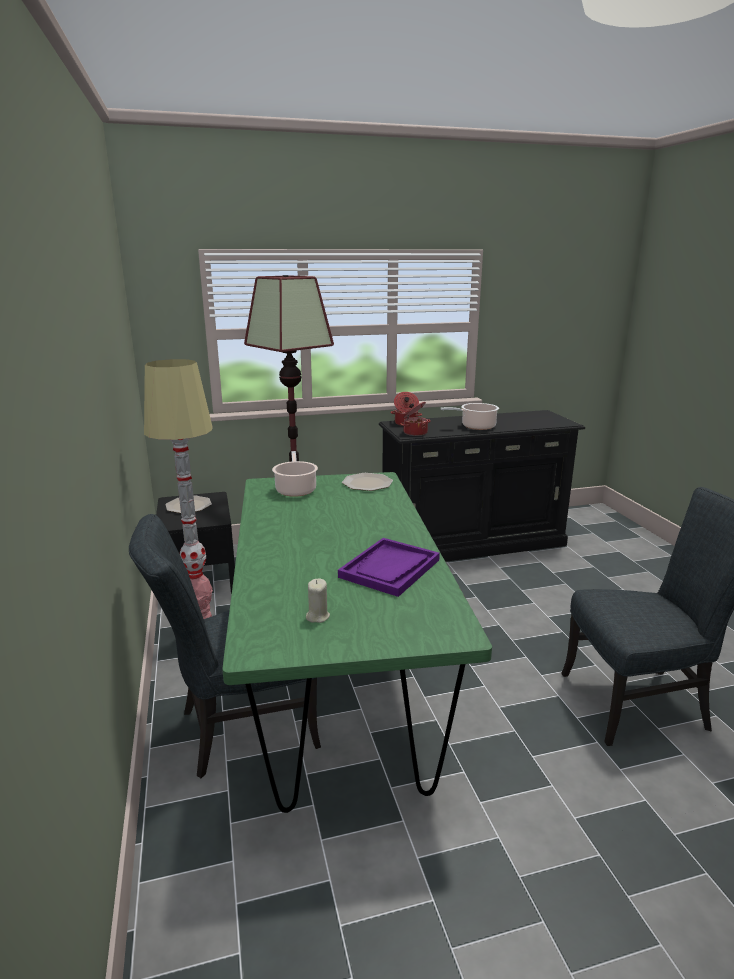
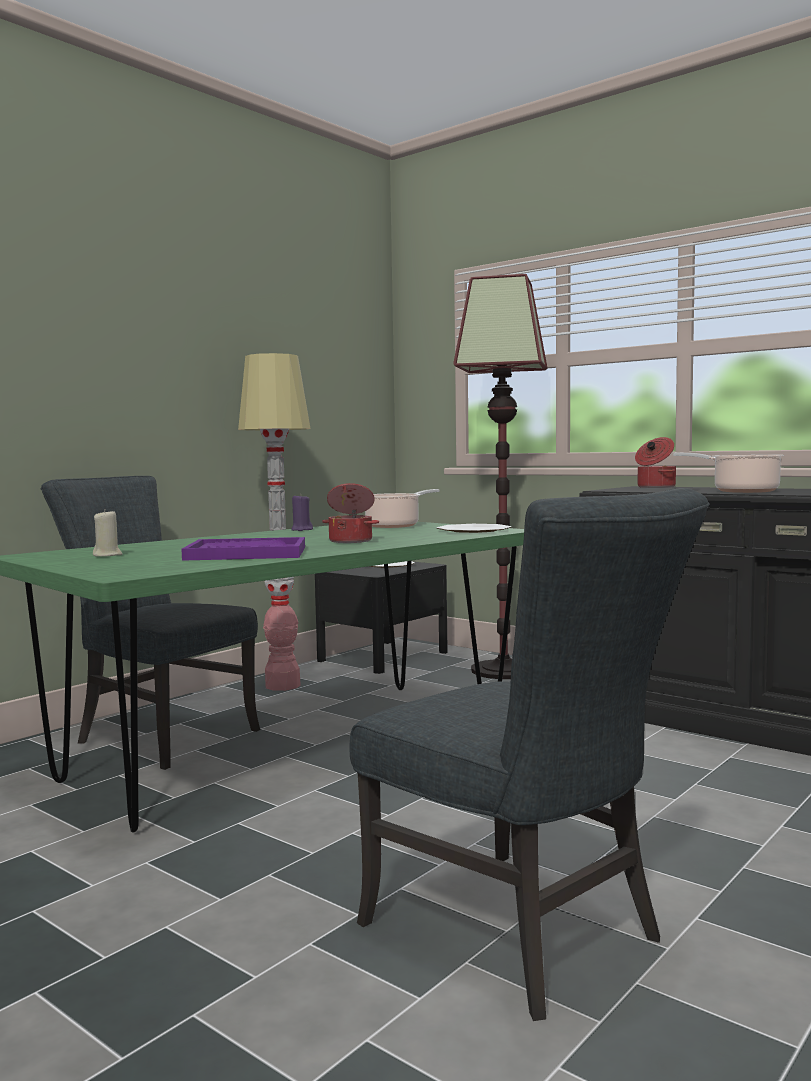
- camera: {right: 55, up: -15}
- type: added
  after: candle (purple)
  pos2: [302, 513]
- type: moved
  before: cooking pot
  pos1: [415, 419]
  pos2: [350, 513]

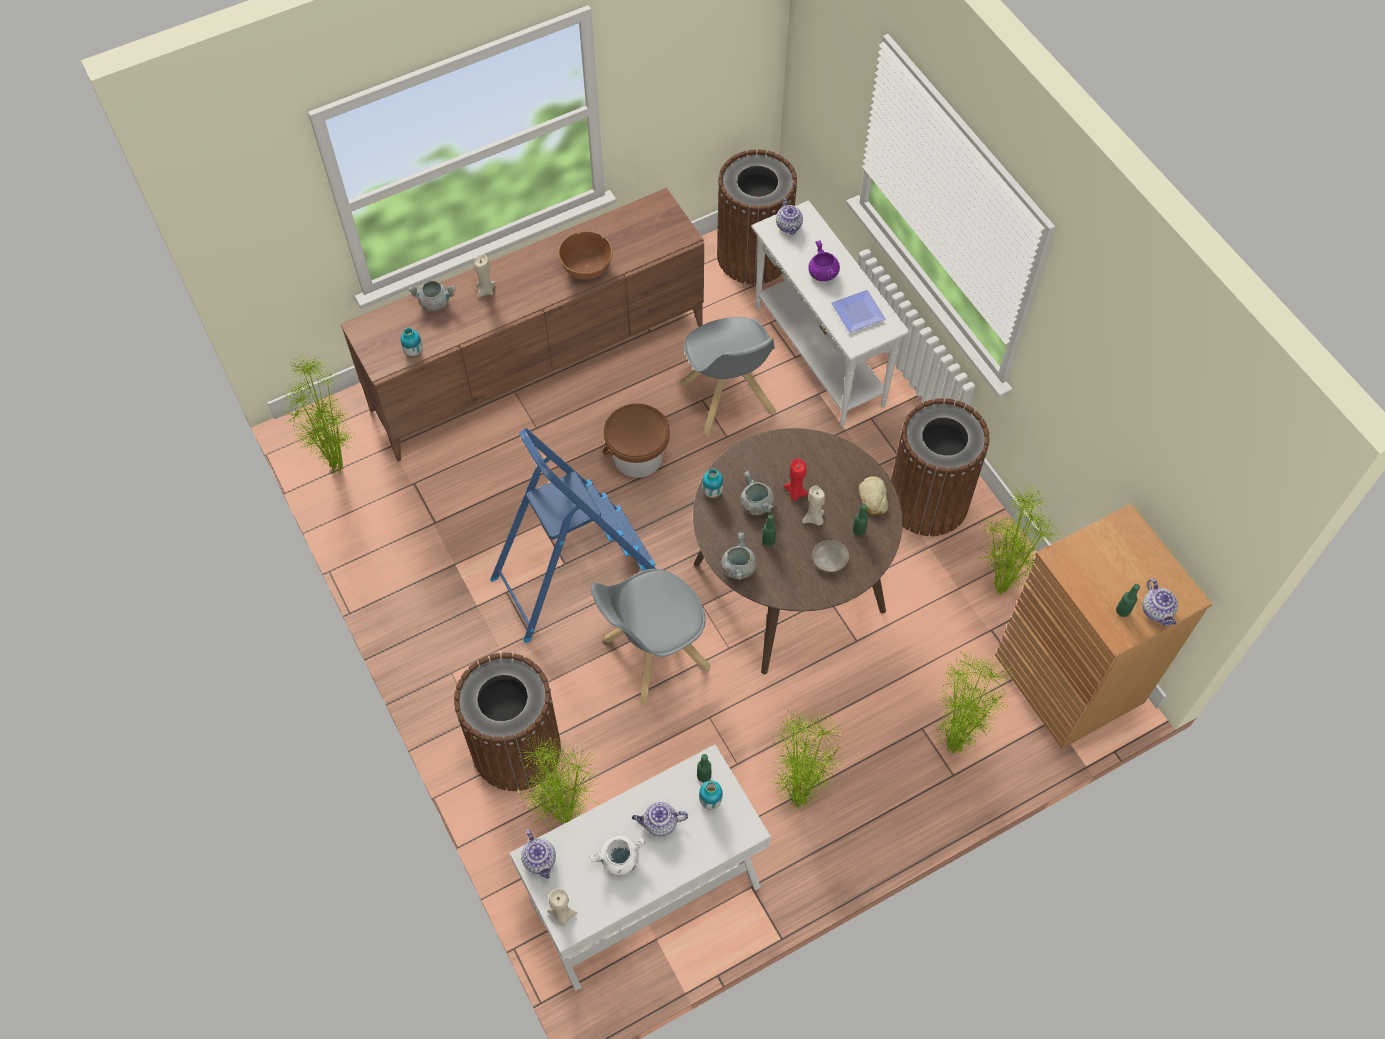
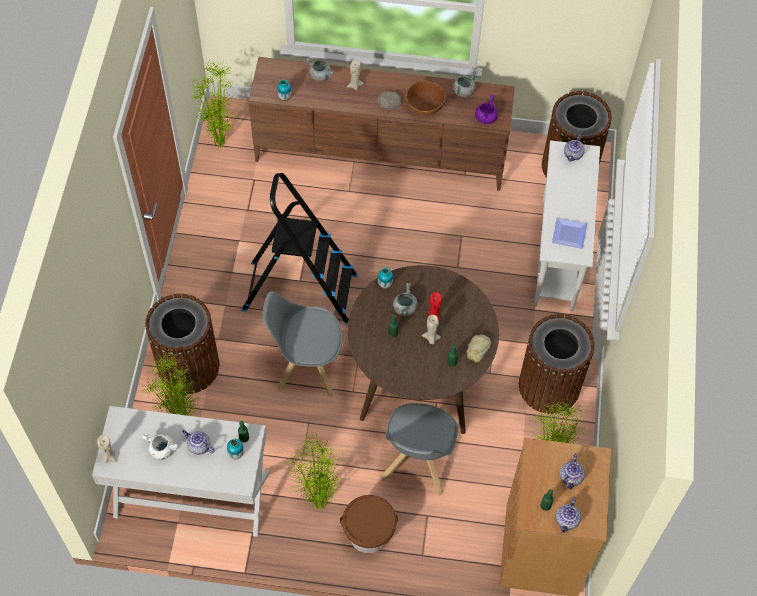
- camera: {right: 35, up: 0}
- type: recoloured
  before: step ladder (blue)
  after: step ladder (black)
  pos1: [573, 535]
  pos2: [299, 248]
- type: moved
  before: bucket (brown)
  pos1: [636, 441]
  pos2: [369, 524]
- type: moved
  before: plate (beige)
  pos1: [830, 556]
  pos2: [389, 100]
- type: moved
  before: chair (grey)
  pos1: [728, 377]
  pos2: [419, 449]
- type: moved
  before: cooking pot (grey)
  pos1: [739, 556]
  pos2: [465, 84]
- type: moved
  before: cooking pot (purple)
  pos1: [824, 260]
  pos2: [486, 109]
- type: moved
  before: teapot
  pos1: [538, 854]
  pos2: [572, 471]
- type: removed
  before: potted plant
  pos1: [972, 702]

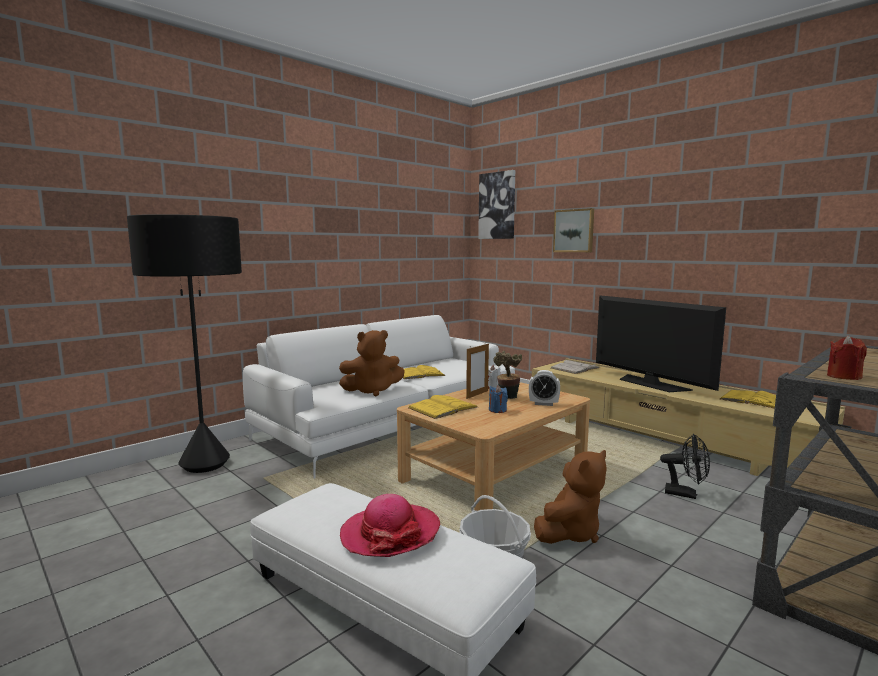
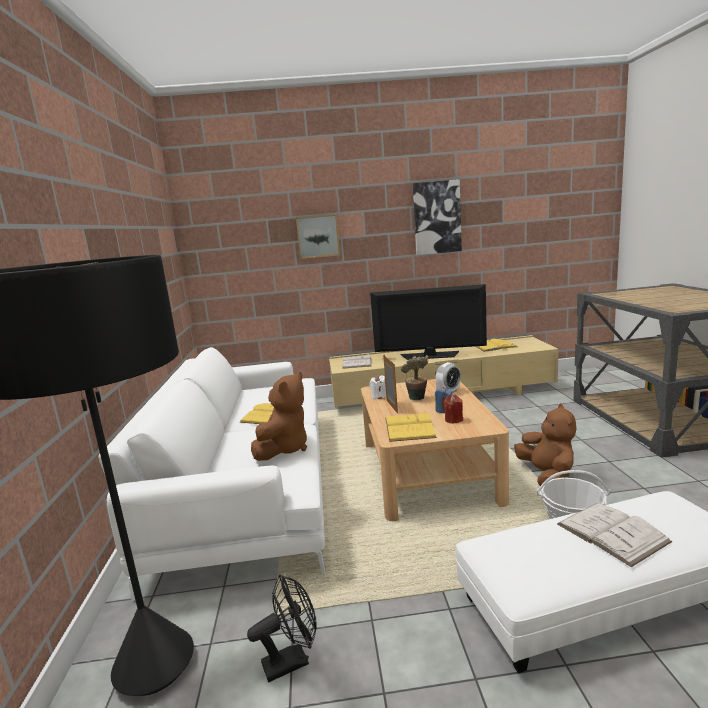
- camera: {right: -50, up: 5}
- type: moved
  before: fan (black)
  pos1: [685, 466]
  pos2: [282, 628]
- type: moved
  before: picture
  pos1: [496, 204]
  pos2: [437, 217]
- type: moved
  before: candle (red)
  pos1: [847, 357]
  pos2: [453, 409]
- type: replaced
  before: hat
  after: book (white)
  pos1: [390, 525]
  pos2: [614, 535]

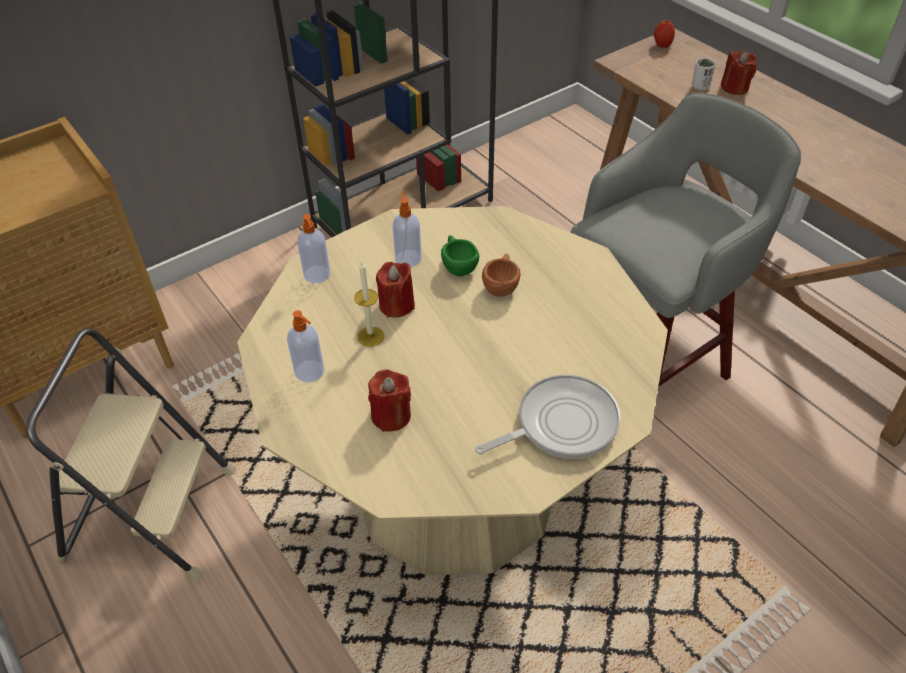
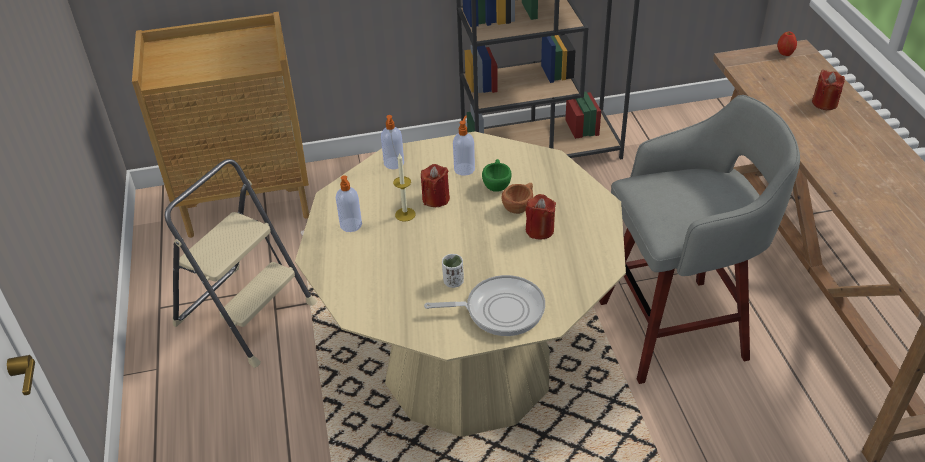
- camera: {right: 25, up: -5}
- type: moved
  before: cup (white)
  pos1: [703, 74]
  pos2: [453, 271]
- type: moved
  before: candle (red)
  pos1: [389, 401]
  pos2: [540, 217]

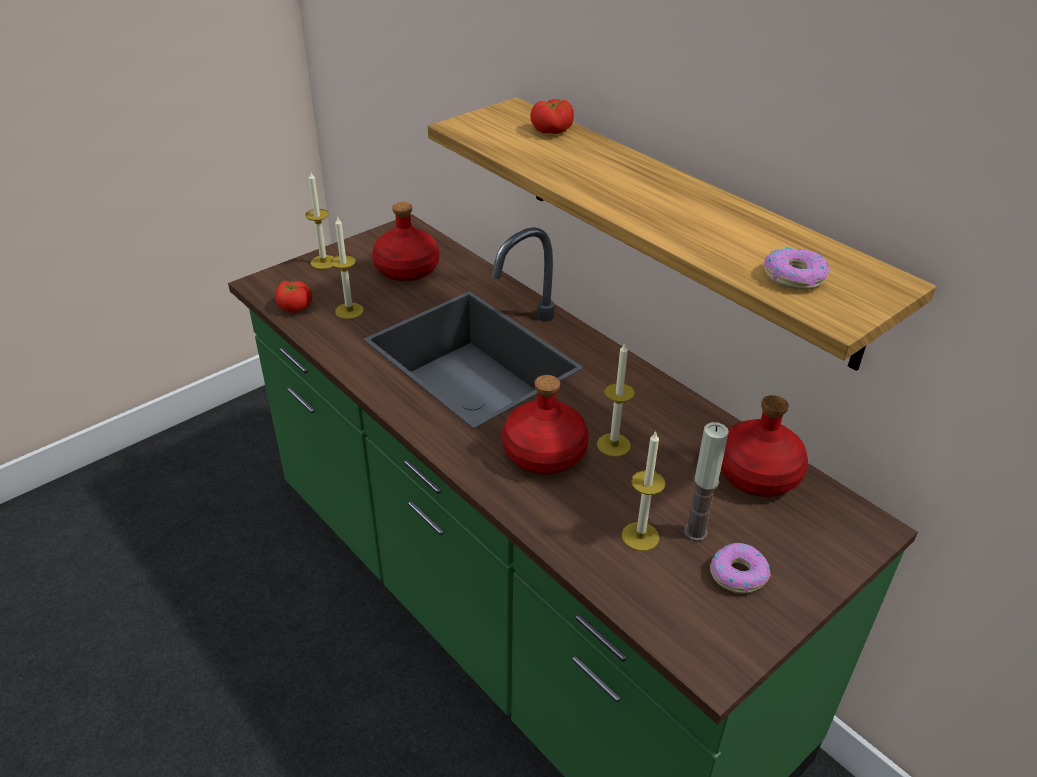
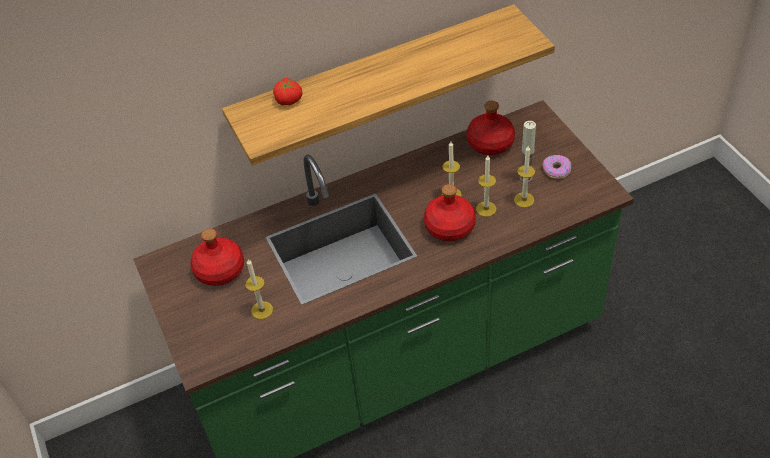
- camera: {right: -70, up: 10}
- type: moved
  before: candle
  pos1: [319, 220]
  pos2: [486, 186]
- type: removed
  before: tomato
  pos1: [293, 296]
- type: removed
  before: donut
  pos1: [796, 268]

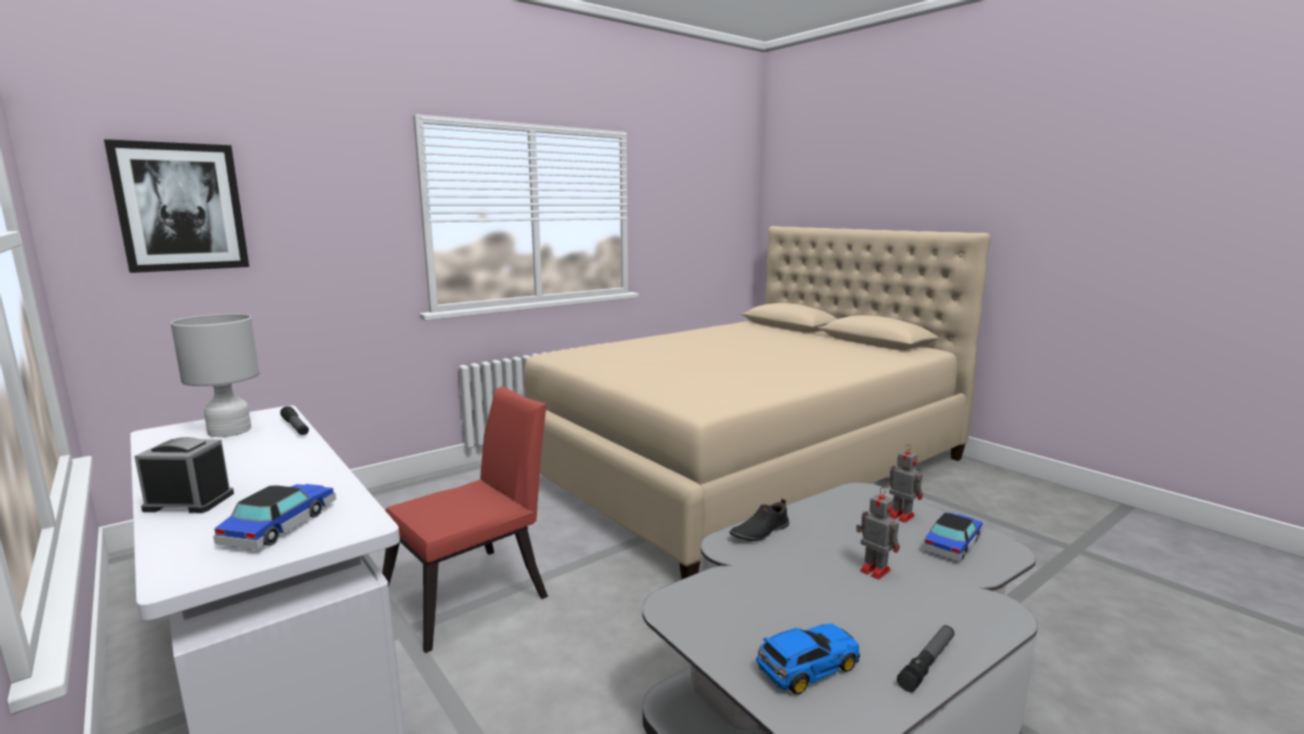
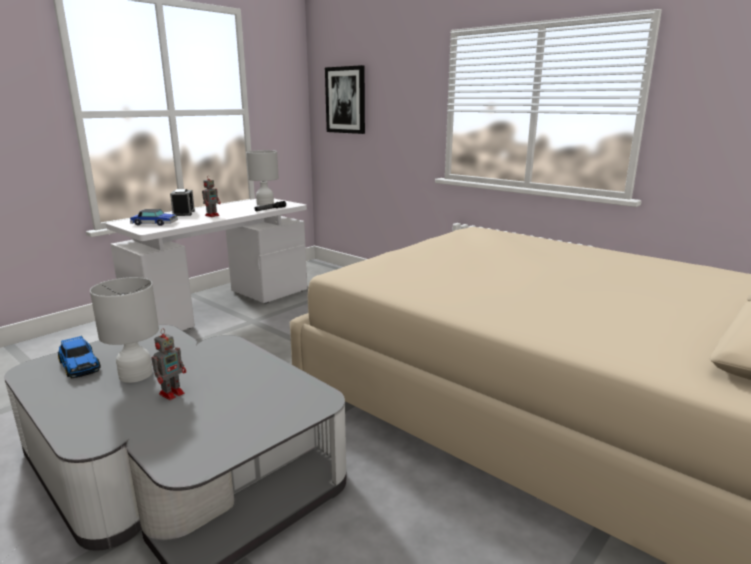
- camera: {right: 80, up: 5}
- type: added
  after: table lamp (grey)
  pos2: [124, 330]
- type: moved
  before: toy robot
  pos1: [904, 483]
  pos2: [211, 196]
- type: removed
  before: chair (red)
  pos1: [465, 519]
- type: removed
  before: shoe (black)
  pos1: [759, 520]
- type: removed
  before: flashlight
  pos1: [925, 658]
- type: removed
  before: toy car
  pos1: [953, 537]

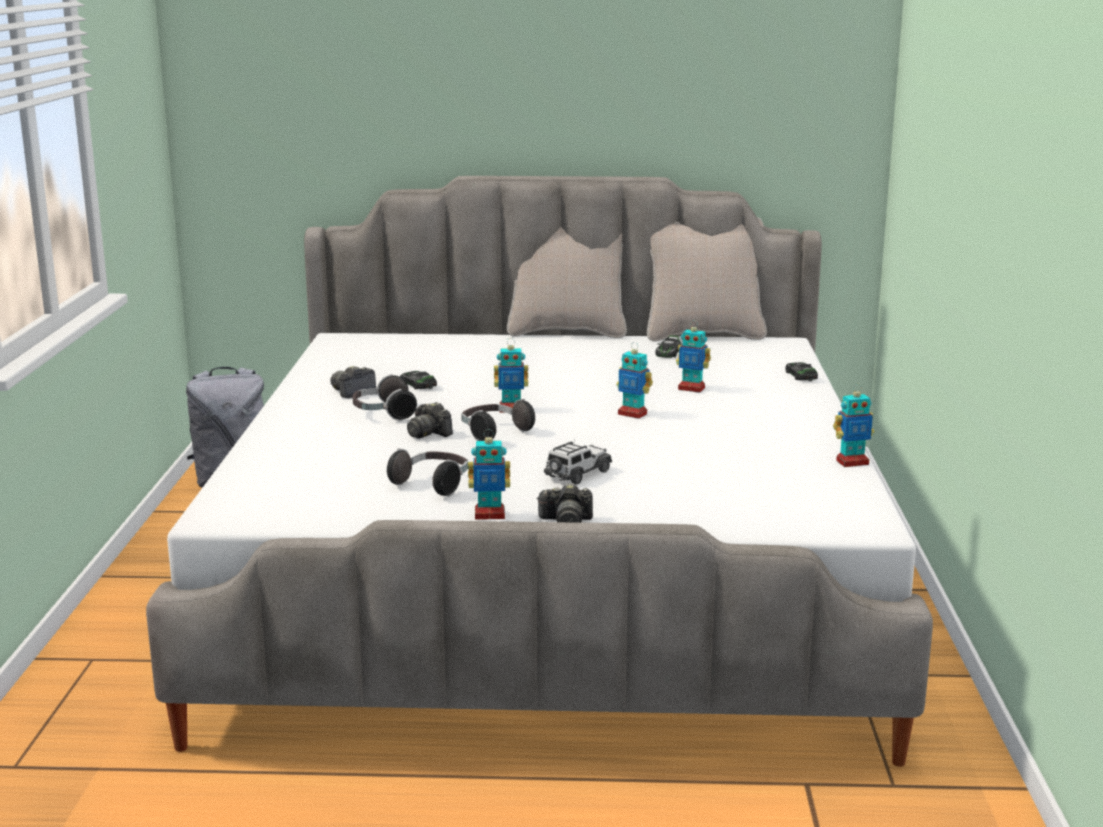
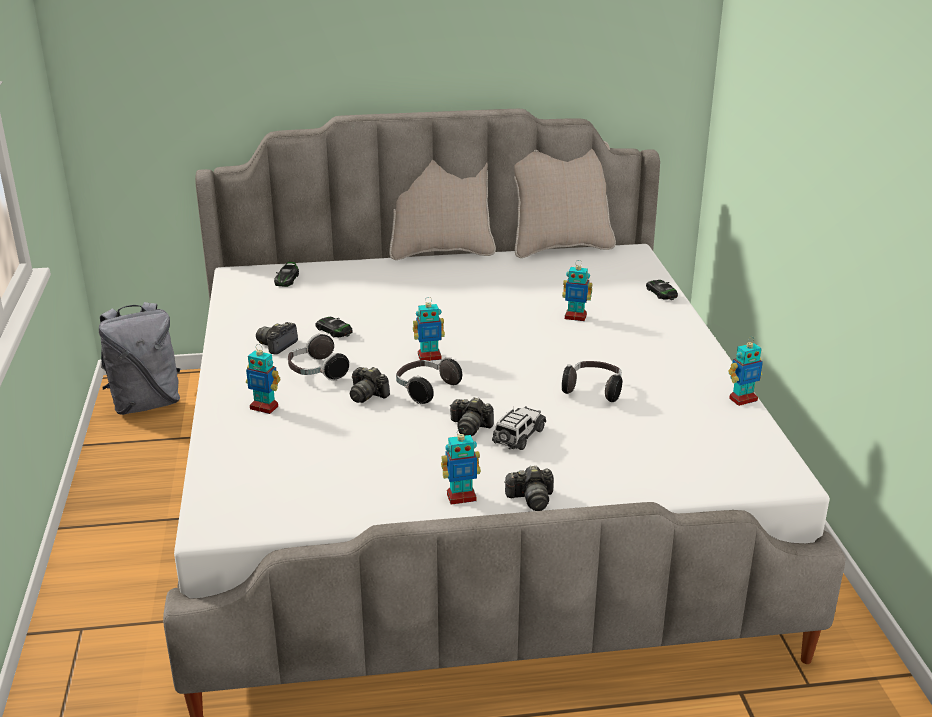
- camera: {right: -10, up: 10}
- type: moved
  before: toy robot
  pos1: [634, 380]
  pos2: [263, 379]
- type: moved
  before: toy car
  pos1: [668, 346]
  pos2: [286, 274]
- type: added
  after: photo camera
  pos2: [472, 416]
- type: moved
  before: headphones
  pos1: [427, 473]
  pos2: [592, 381]

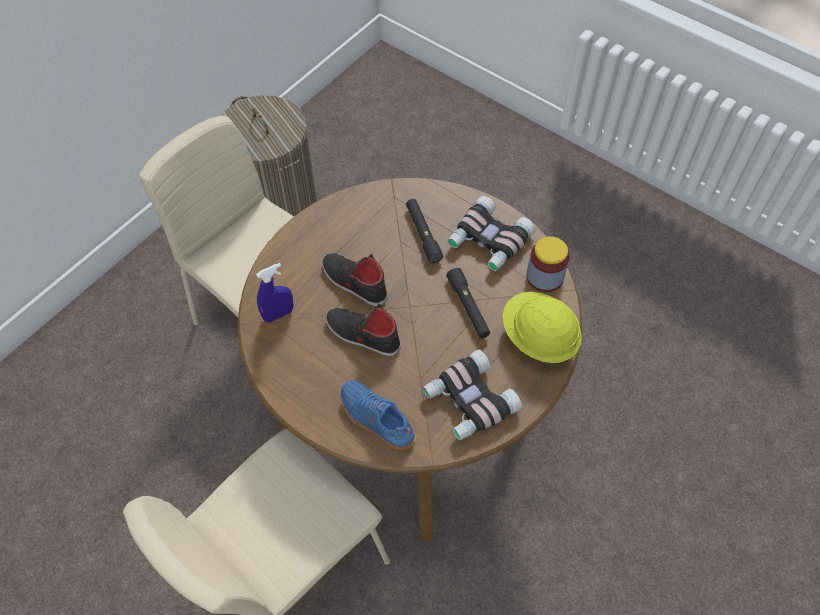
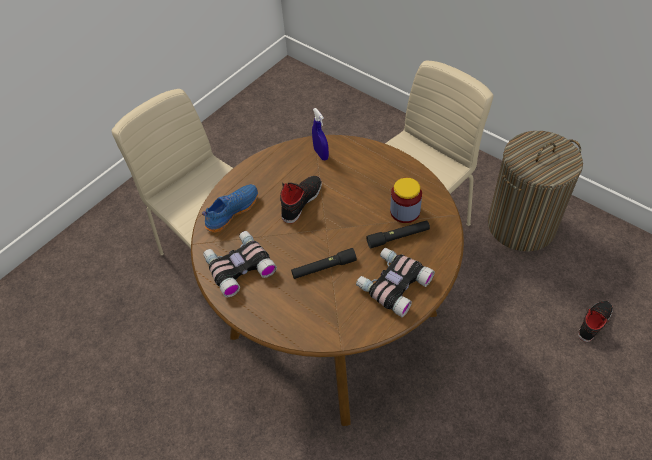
- camera: {right: 95, up: -5}
- type: moved
  before: jar
  pos1: [547, 264]
  pos2: [406, 200]
- type: moved
  before: shoe (black)
  pos1: [355, 279]
  pos2: [595, 321]
- type: removed
  before: hard hat (yellow)
  pos1: [542, 327]

